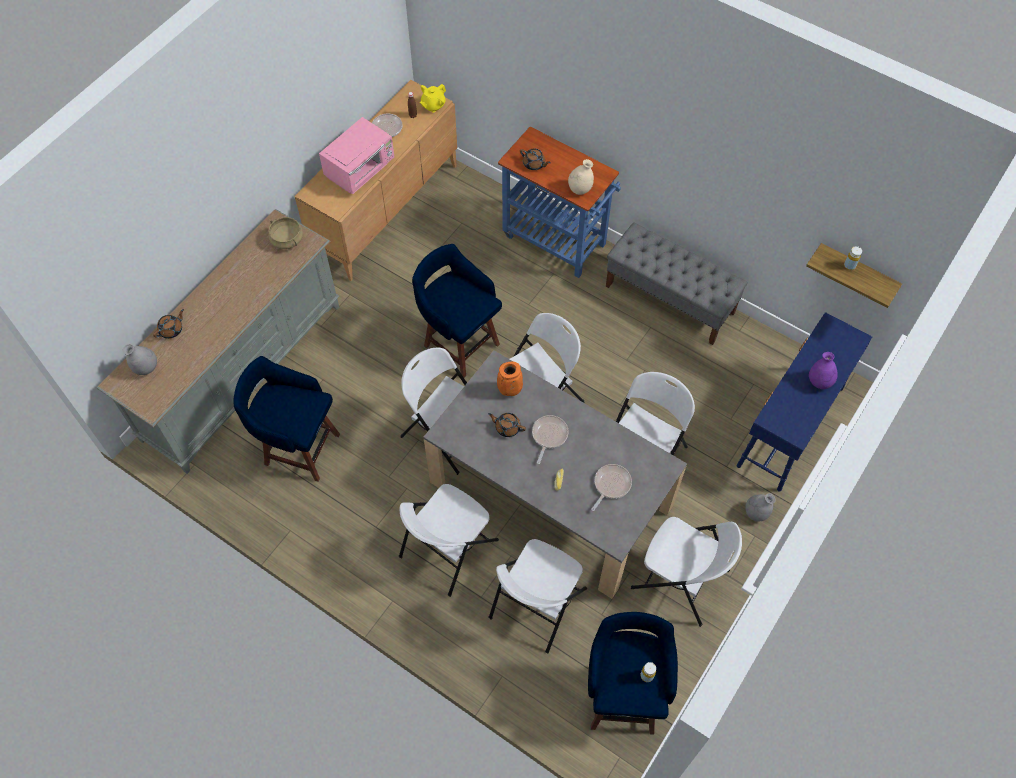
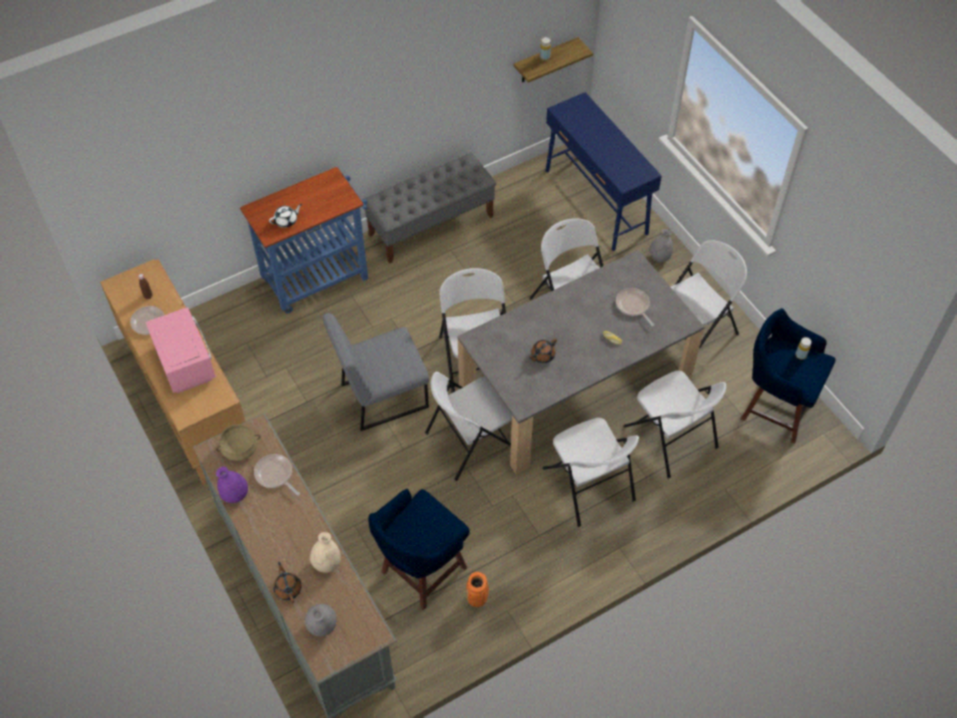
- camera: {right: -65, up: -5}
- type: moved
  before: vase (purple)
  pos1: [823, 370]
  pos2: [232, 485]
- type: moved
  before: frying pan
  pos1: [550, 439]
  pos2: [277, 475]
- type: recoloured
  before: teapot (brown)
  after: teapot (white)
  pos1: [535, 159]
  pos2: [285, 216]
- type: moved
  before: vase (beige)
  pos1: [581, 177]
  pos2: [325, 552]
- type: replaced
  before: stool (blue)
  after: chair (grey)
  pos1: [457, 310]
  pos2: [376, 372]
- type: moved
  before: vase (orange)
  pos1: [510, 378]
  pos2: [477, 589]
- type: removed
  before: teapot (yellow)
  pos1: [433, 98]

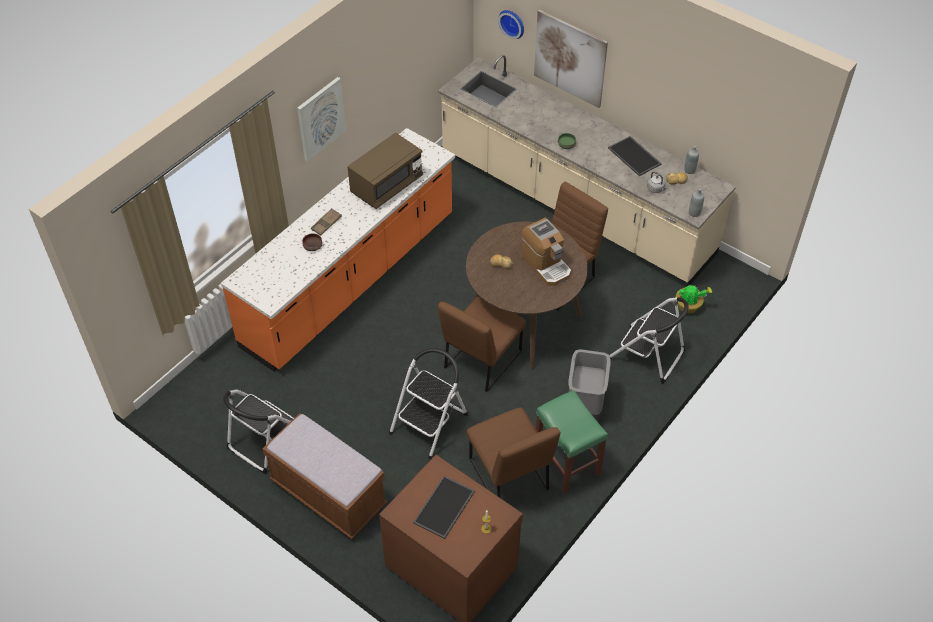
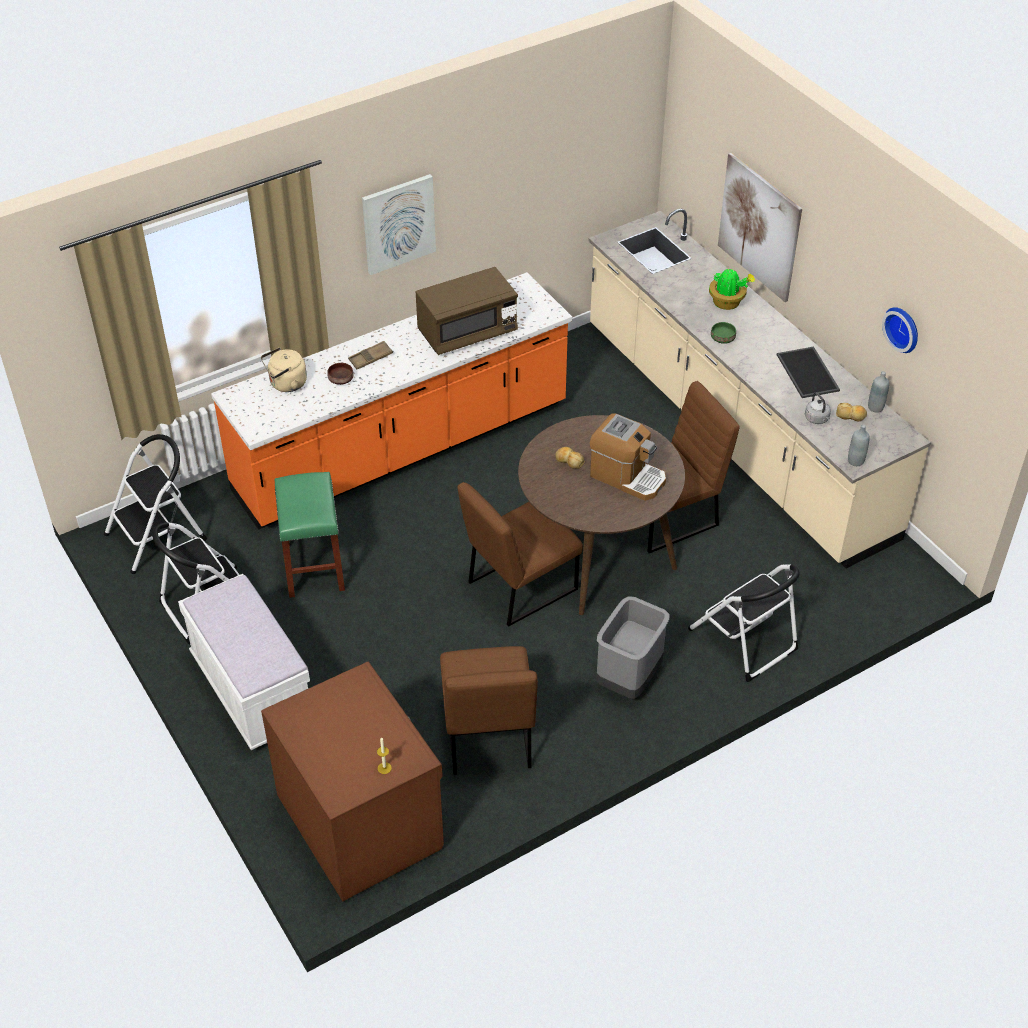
- camera: {right: 20, up: -5}
- type: moved
  before: step ladder
  pos1: [428, 403]
  pos2: [155, 504]
- type: recoloured
  before: bench (brown)
  after: bench (white)
  pos1: [324, 476]
  pos2: [244, 662]
- type: added
  after: kettle (beige)
  pos2: [284, 369]
- type: moved
  before: stool (green)
  pos1: [572, 441]
  pos2: [310, 535]
- type: turned
  before: coffee machine
  pos1: [546, 252]
  pos2: [628, 457]
  turn: -45
- type: moved
  before: potted plant
  pos1: [693, 299]
  pos2: [732, 289]
- type: moved
  before: wall clock
  pos1: [511, 24]
  pos2: [900, 330]
- type: removed
  before: tray
  pos1: [444, 507]

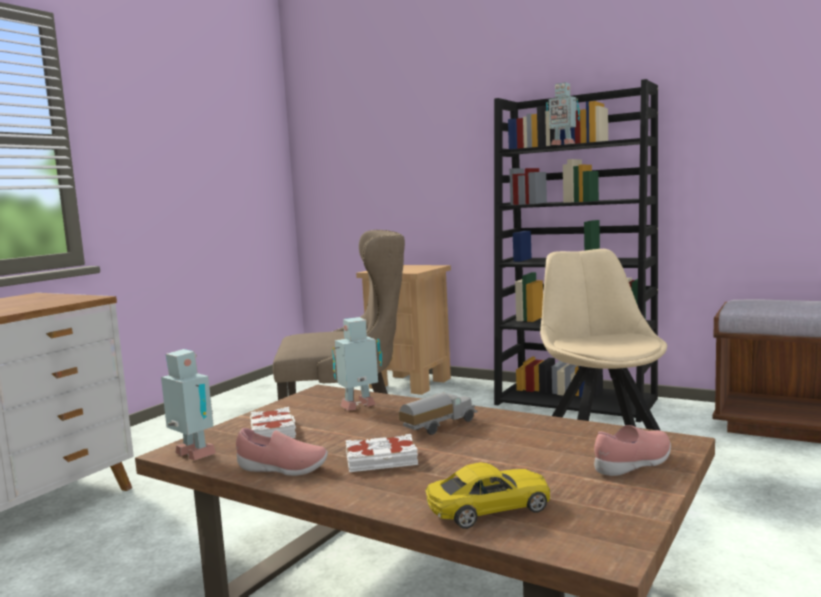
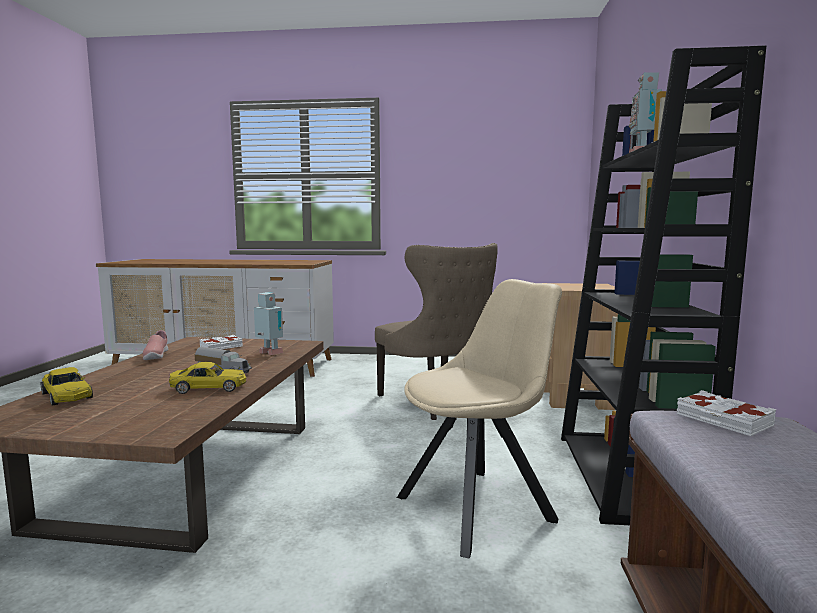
- camera: {right: 65, up: 0}
- type: added
  after: toy car (yellow)
  pos2: [207, 378]
- type: moved
  before: book (white)
  pos1: [381, 453]
  pos2: [726, 413]
- type: removed
  before: toy robot
  pos1: [188, 404]
- type: removed
  before: shoe (pink)
  pos1: [632, 450]

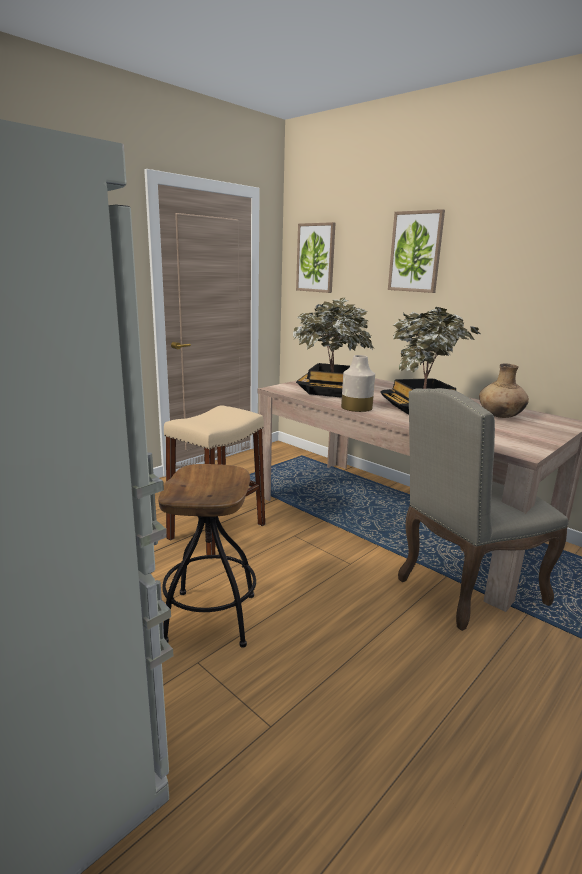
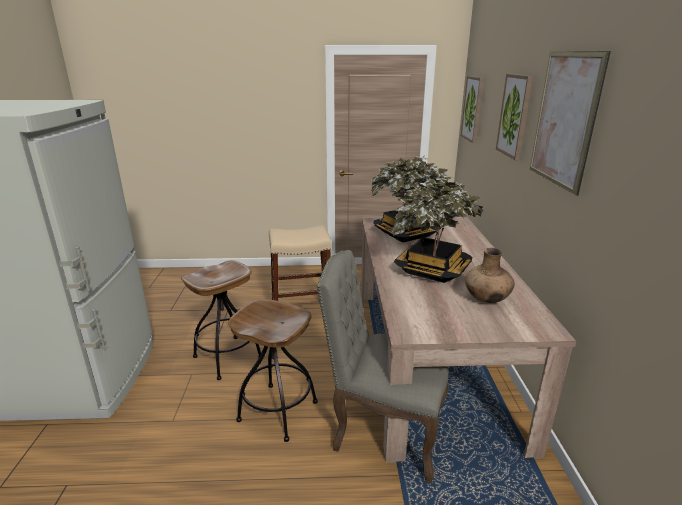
- camera: {right: 45, up: 5}
- type: added
  after: stool (brown)
  pos2: [273, 370]
- type: added
  after: picture
  pos2: [570, 123]
- type: removed
  before: vase (beige)
  pos1: [358, 383]

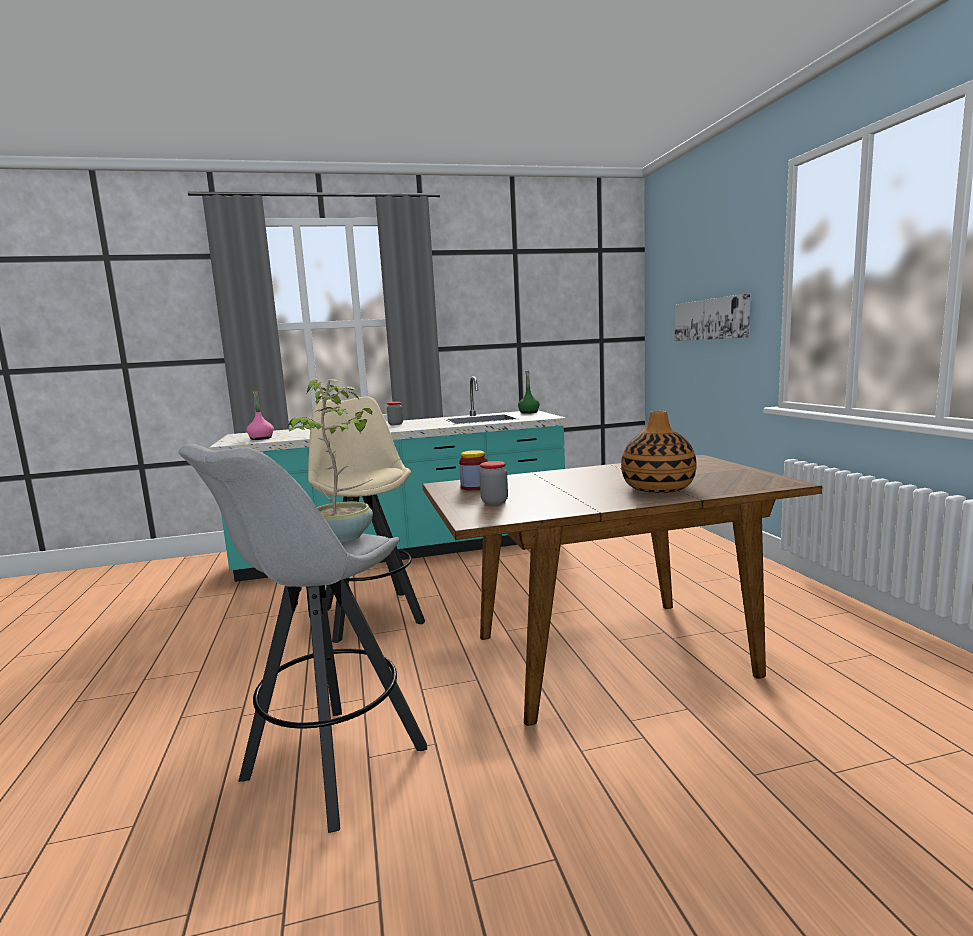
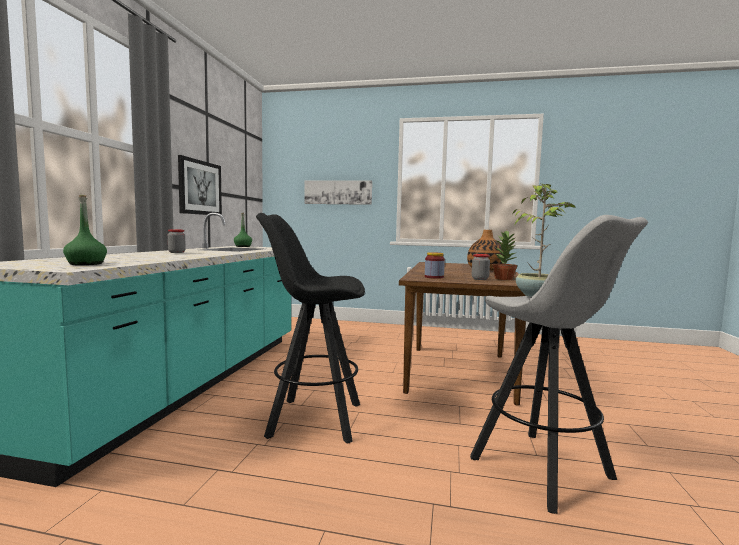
- camera: {right: -65, up: -5}
- type: recoloured
  before: bottle (pink)
  after: bottle (green)
  pos1: [260, 414]
  pos2: [85, 230]
- type: added
  after: picture
  pos2: [200, 185]
- type: recoloured
  before: stool (beige)
  after: stool (black)
  pos1: [366, 519]
  pos2: [310, 328]
- type: added
  after: potted plant
  pos2: [504, 255]

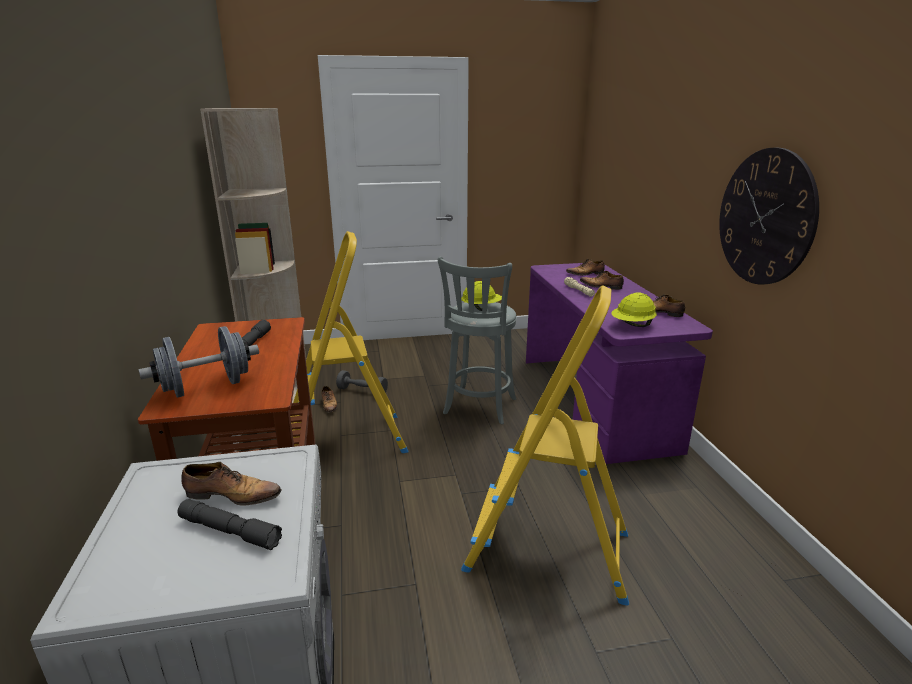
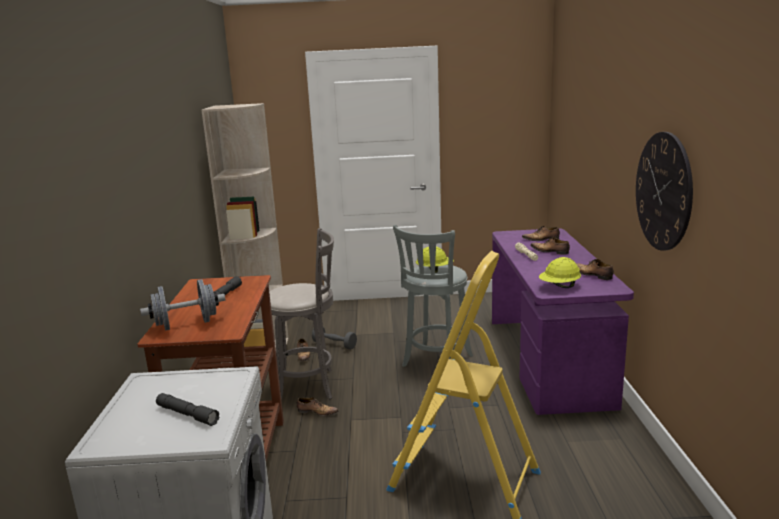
- camera: {right: 10, up: -5}
- type: replaced
  before: step ladder (yellow)
  after: stool (grey)
  pos1: [349, 342]
  pos2: [301, 314]
- type: moved
  before: shoe
  pos1: [231, 483]
  pos2: [318, 406]

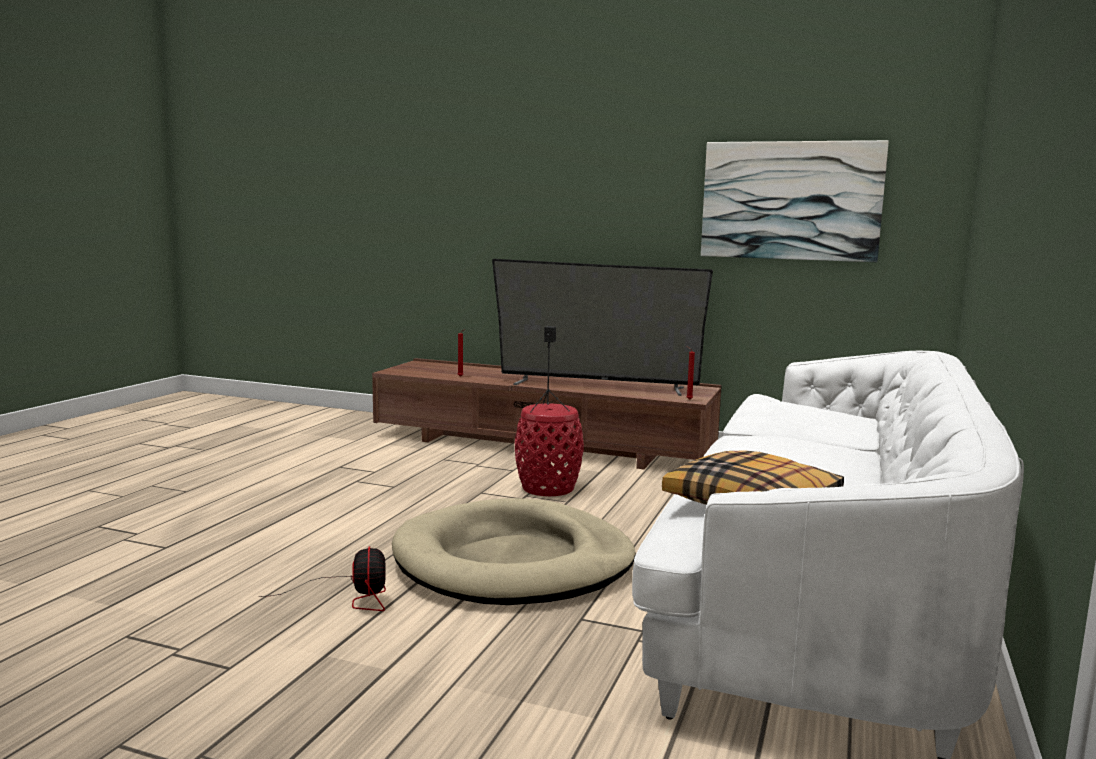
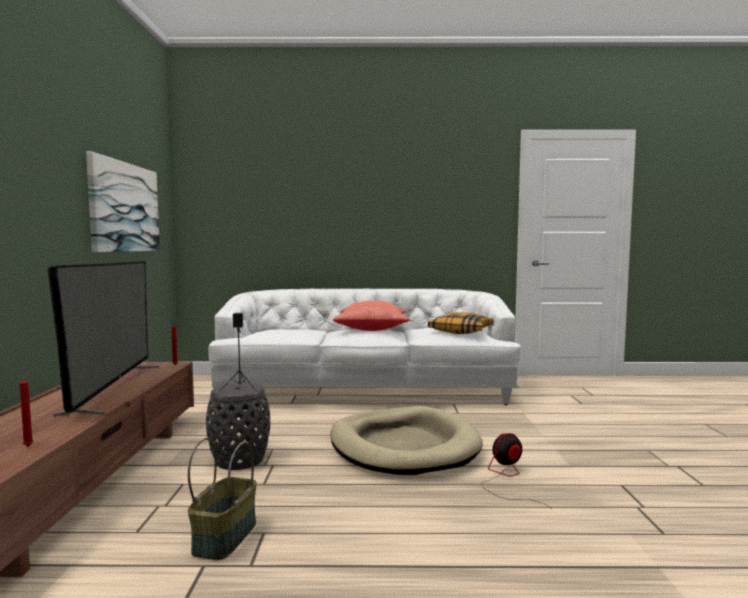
- camera: {right: -110, up: -5}
- type: added
  after: basket
  pos2: [222, 499]
- type: recoloured
  before: stool (red)
  after: stool (grey)
  pos1: [549, 449]
  pos2: [238, 426]
- type: added
  after: pillow (red)
  pos2: [371, 315]

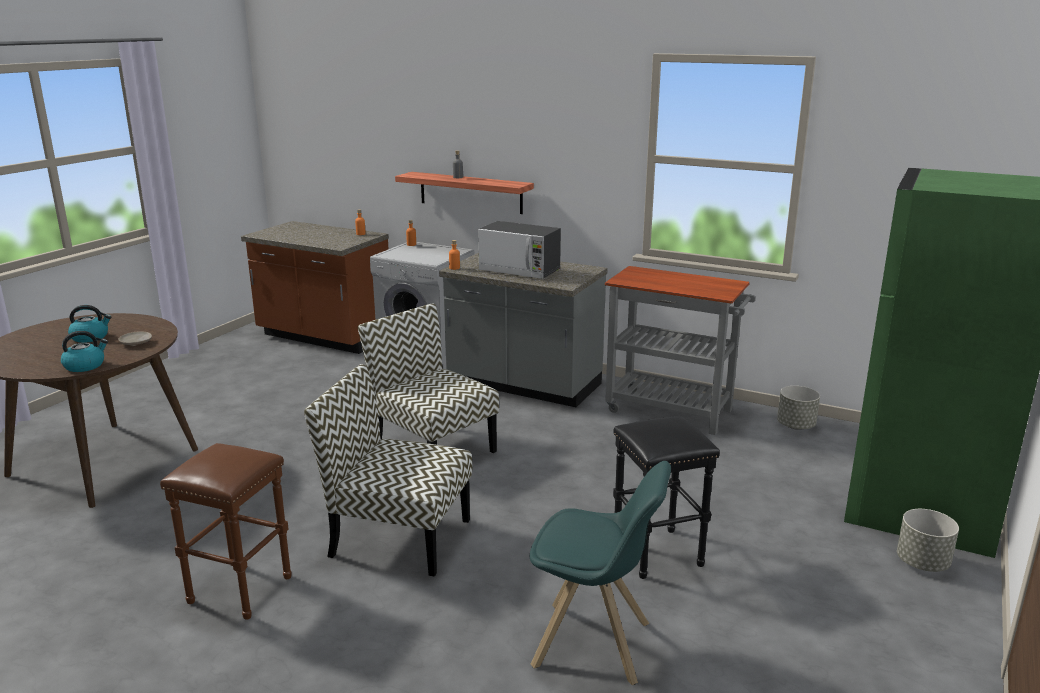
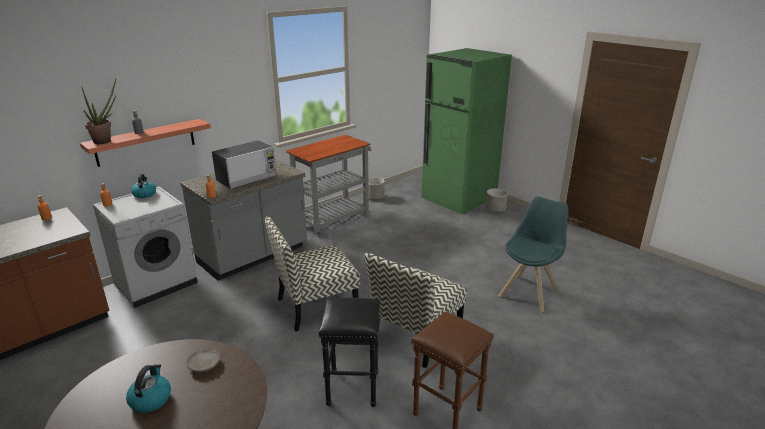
- camera: {right: -70, up: 5}
- type: added
  after: potted plant
  pos2: [99, 111]
- type: moved
  before: kettle
  pos1: [84, 351]
  pos2: [143, 186]
- type: moved
  before: stool (black)
  pos1: [666, 497]
  pos2: [349, 352]

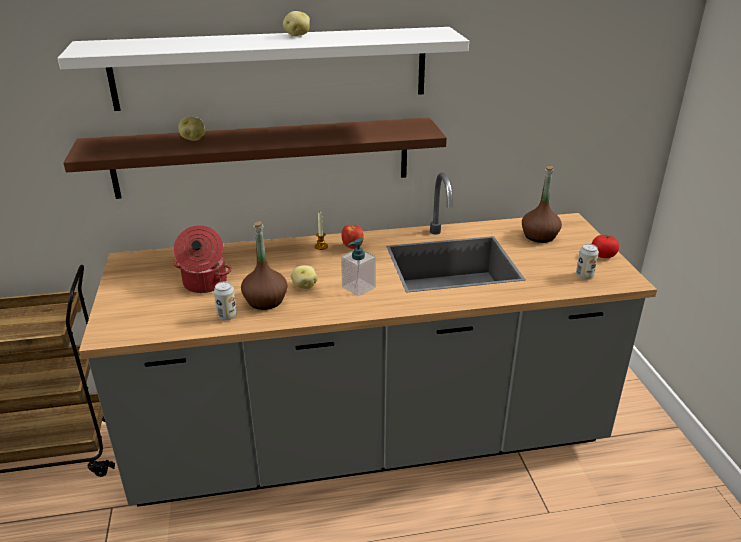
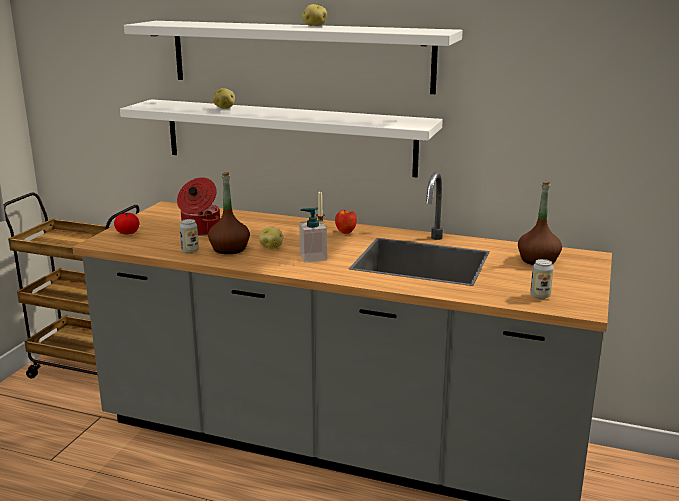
- camera: {right: 30, up: -10}
- type: moved
  before: tomato
  pos1: [605, 246]
  pos2: [126, 223]
- type: recoloured
  before: shelf (brown)
  after: shelf (white)
  pos1: [255, 158]
  pos2: [281, 138]

